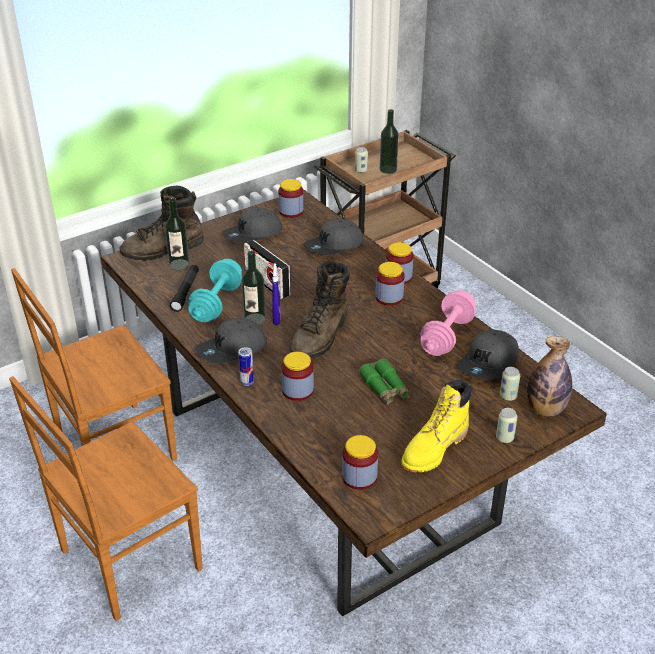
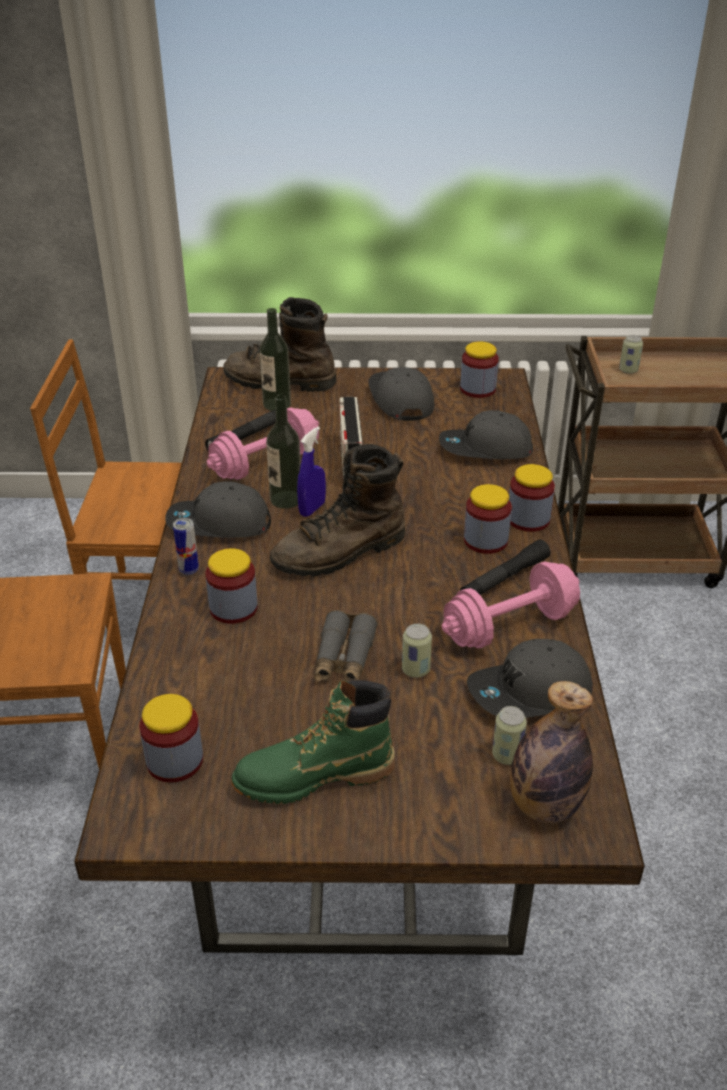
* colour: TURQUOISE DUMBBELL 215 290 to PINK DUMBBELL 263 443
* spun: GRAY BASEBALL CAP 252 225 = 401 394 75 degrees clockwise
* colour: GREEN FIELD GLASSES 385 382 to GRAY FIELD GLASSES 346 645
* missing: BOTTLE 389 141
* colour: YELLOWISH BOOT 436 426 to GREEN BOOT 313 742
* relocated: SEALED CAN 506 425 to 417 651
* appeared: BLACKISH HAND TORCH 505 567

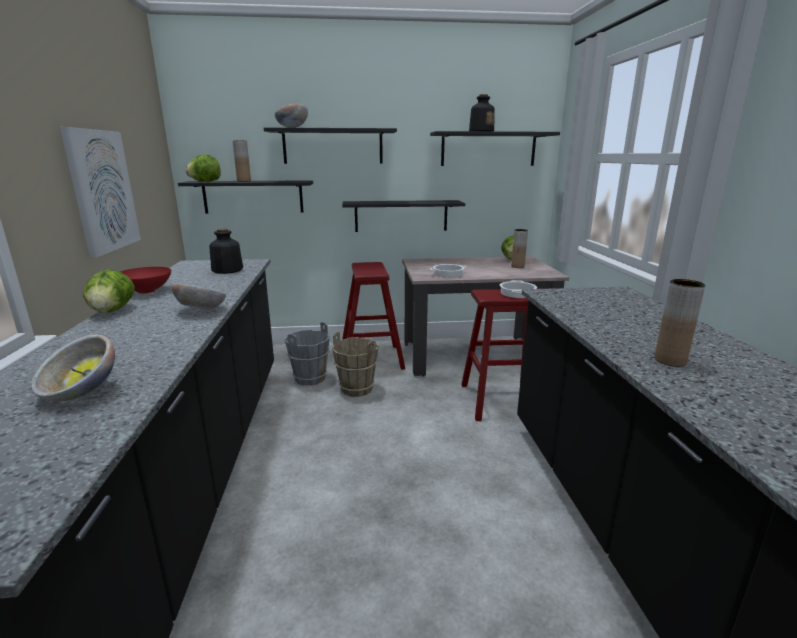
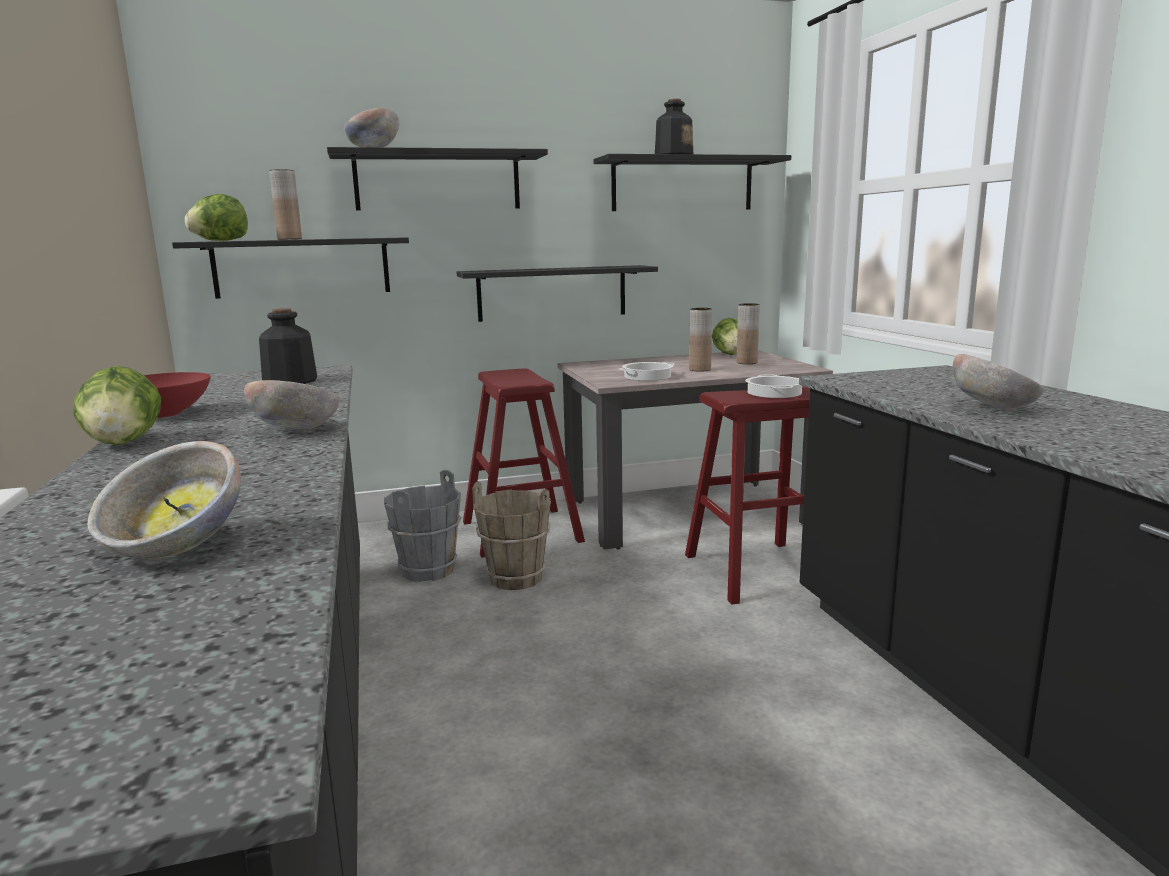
* missing: PICTURE 100 192
* relocated: BROWN-COLOURED FLOWER VASE 679 323 to 700 340
* appeared: DEEP DISH 998 382

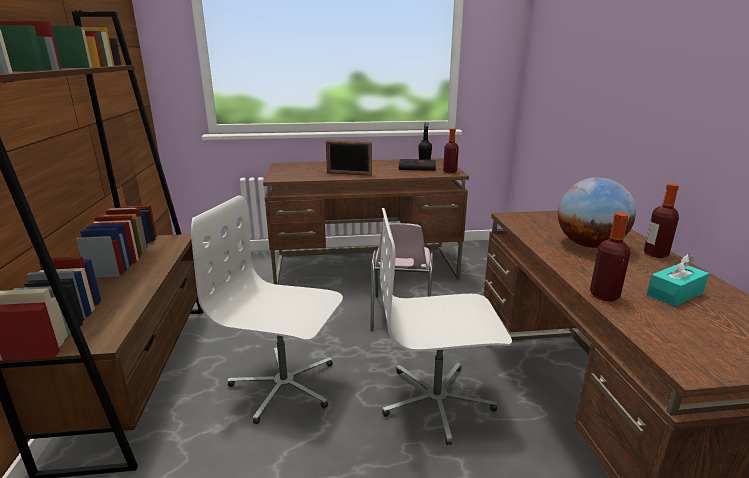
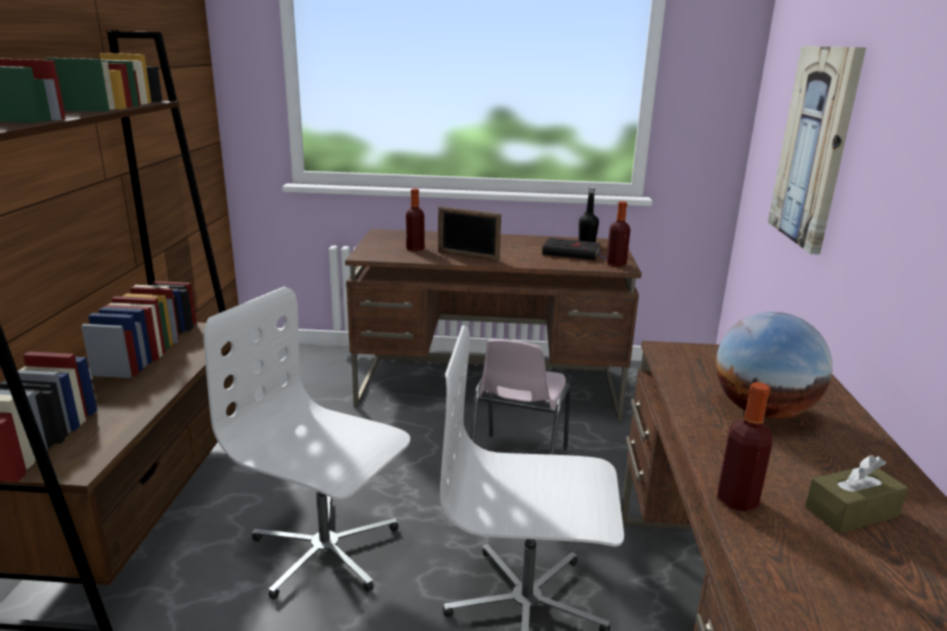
* relocated: BOTTLE 661 220 to 415 219
* colour: TURQUOISE TISSUE BOX 678 280 to BROWN-COLOURED TISSUE BOX 856 494
* appeared: PICTURE 817 150

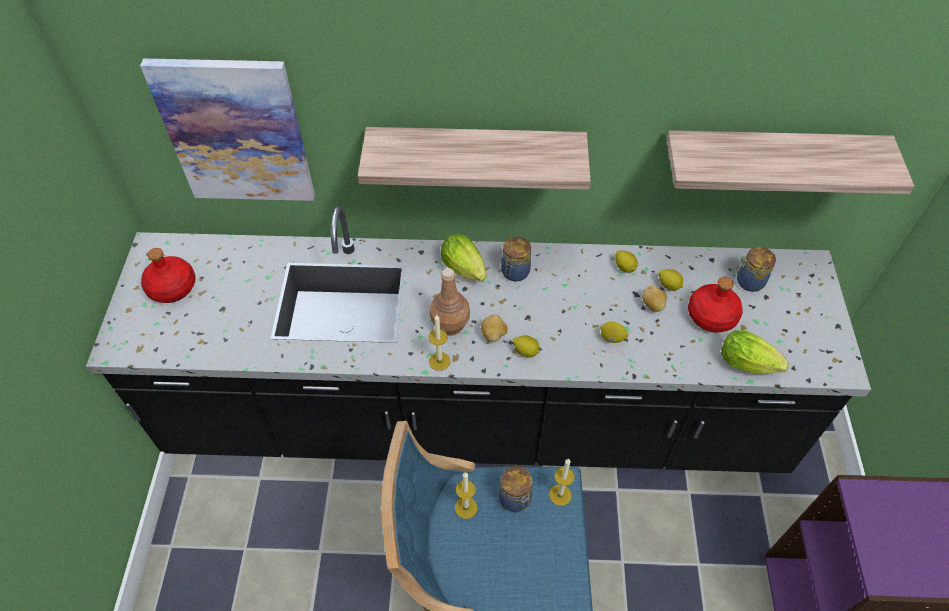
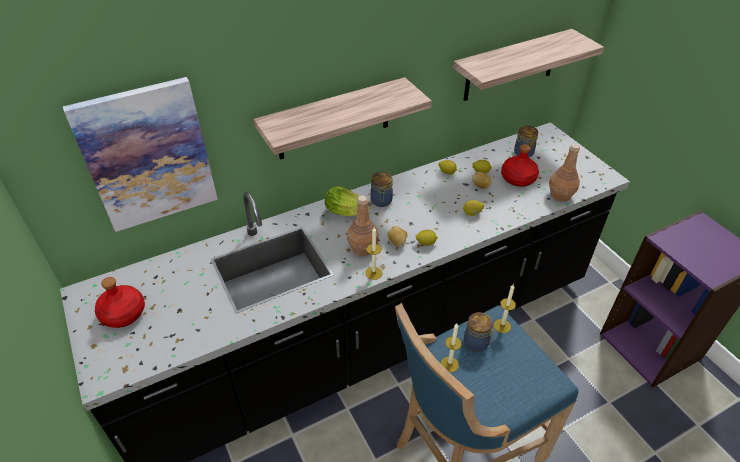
* exchanged: HEAD OF LETTUCE 755 352 to BROWN-COLOURED BOTTLE 564 173

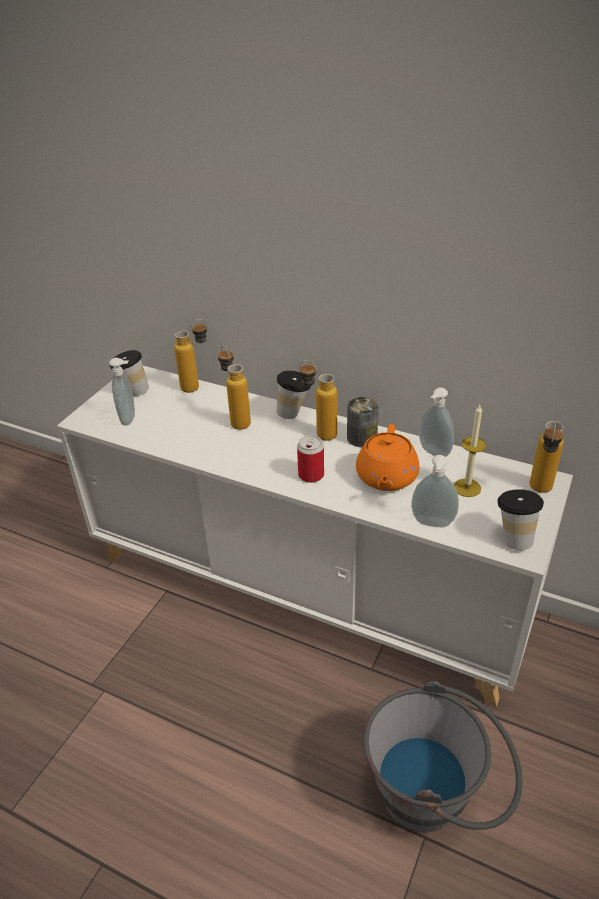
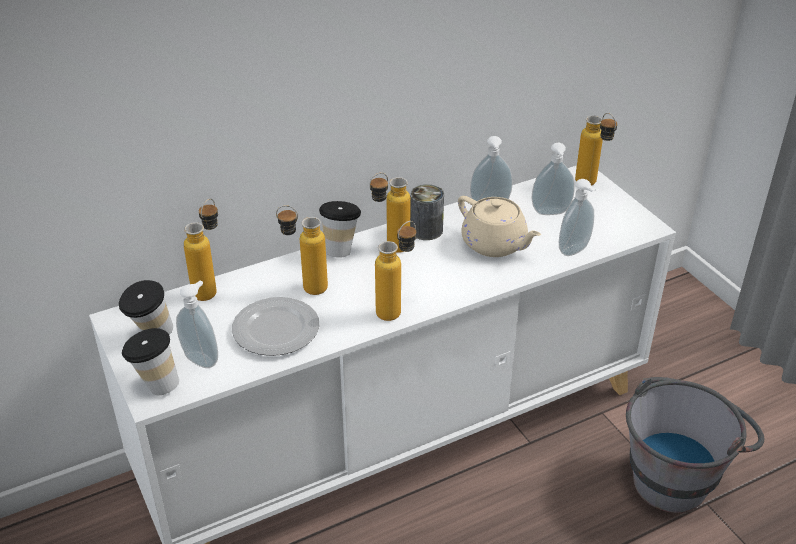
* missing: SEALED CAN 310 459
* colour: ORANGEY POT FOR TEA 387 457 to BEIGE-COLOURED POT FOR TEA 499 226
* exchanged: WAX CANDLE 470 451 to SOAP BOTTLE 553 179
* relocated: SMALL CUP 520 519 to 150 361
* appeared: PLATE 275 326
* appeared: BOTTLE 395 271

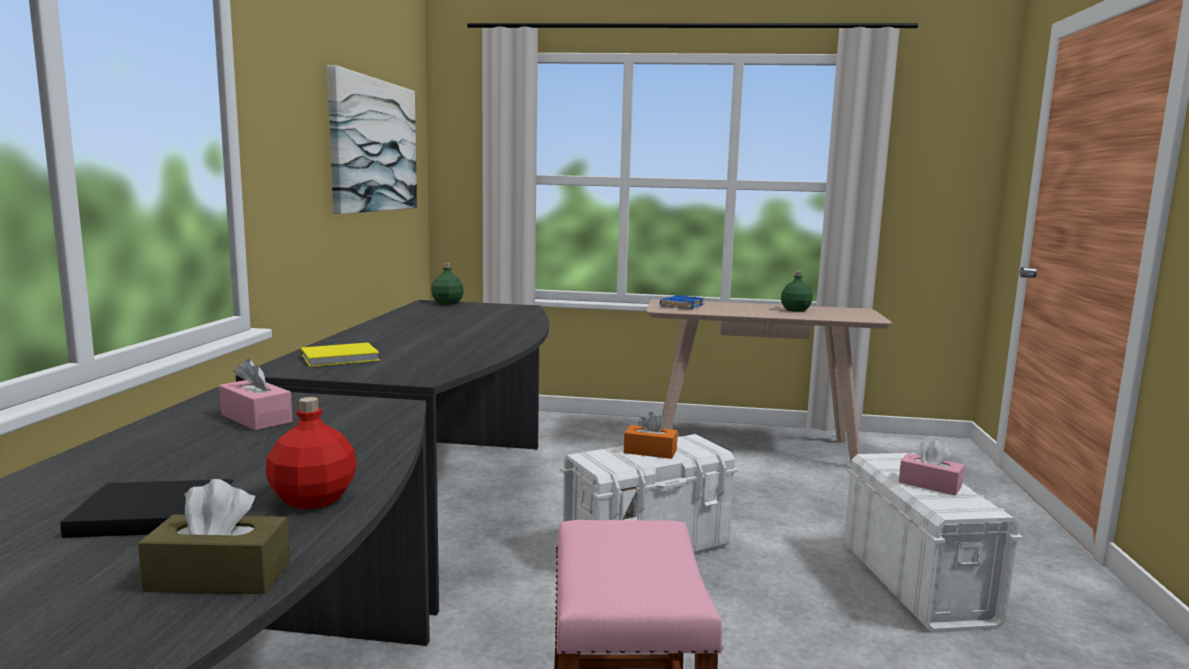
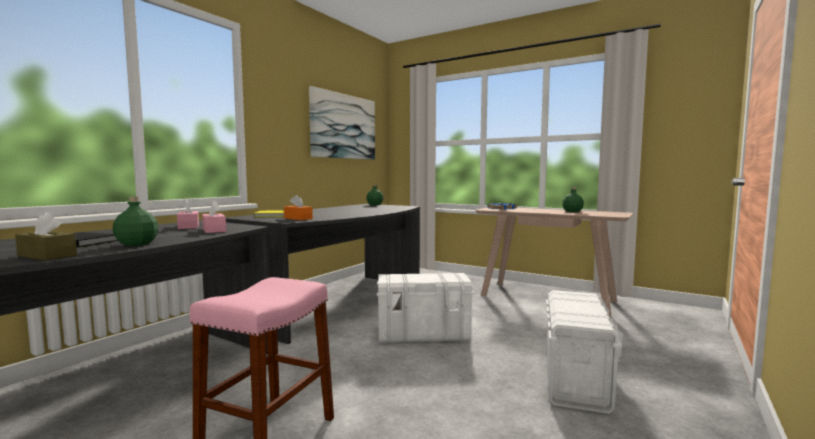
* colour: RED-COLOURED BOTTLE 311 453 to GREEN BOTTLE 136 221
* relocated: ORANGEY TISSUE BOX 651 435 to 298 207
* relocated: PINK TISSUE BOX 931 467 to 214 216

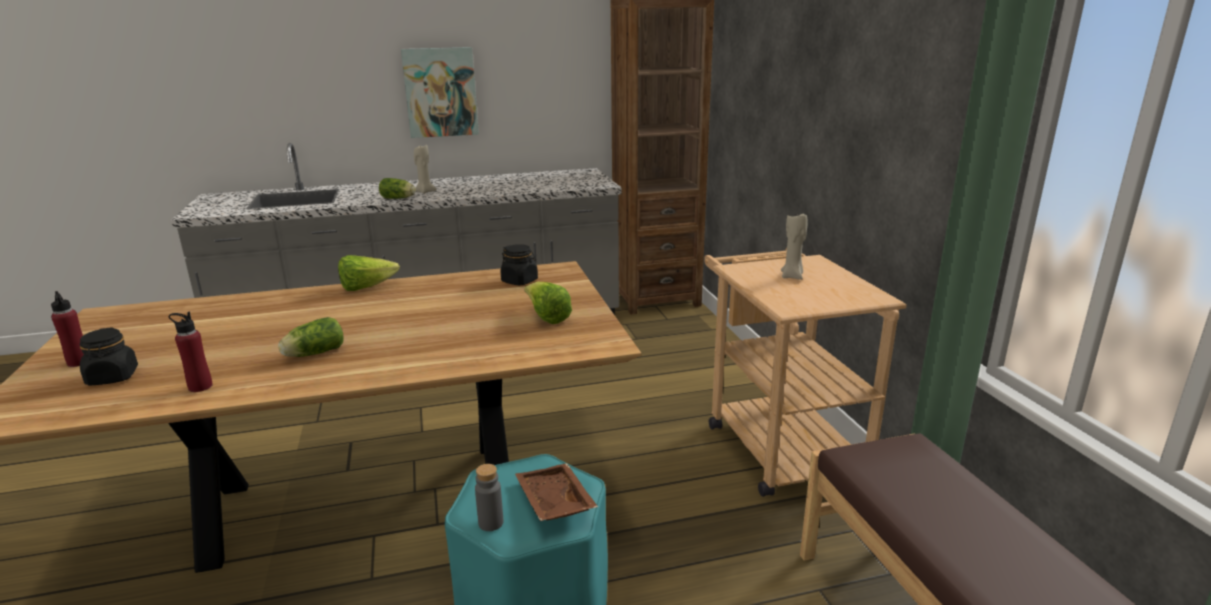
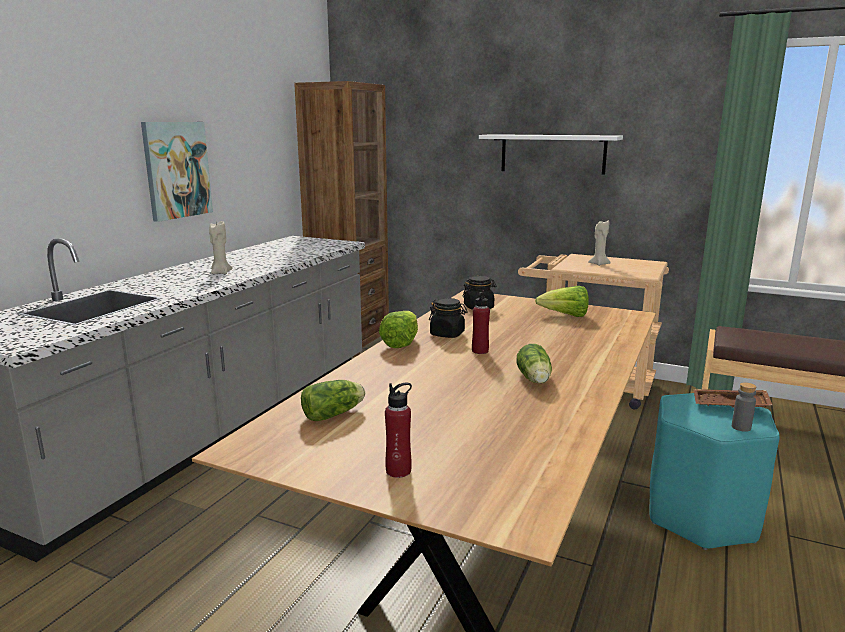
* relocated: BLACKISH PRESERVE JAR 109 356 to 448 318
* relocated: RED-COLOURED BOTTLE 191 352 to 481 322
* relocated: HEAD OF LETTUCE 397 188 to 333 400
* appeared: WHITISH BRACKET SHELF 551 154

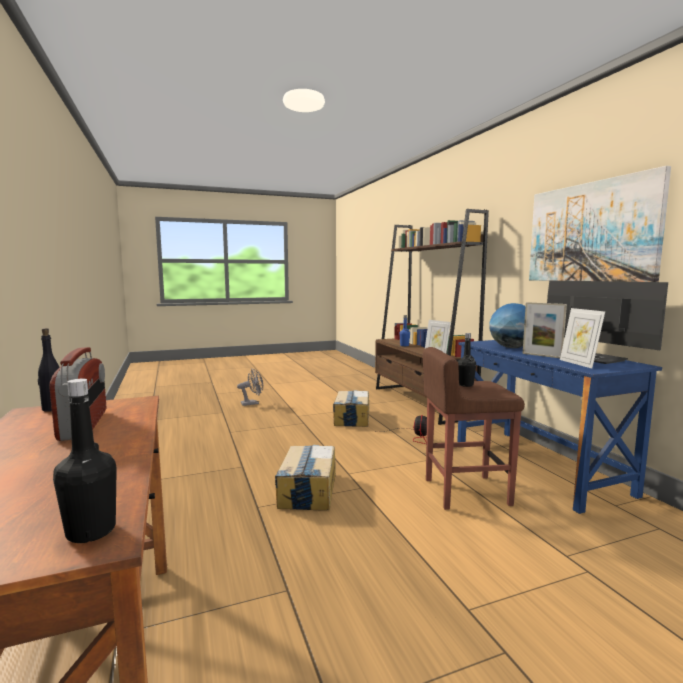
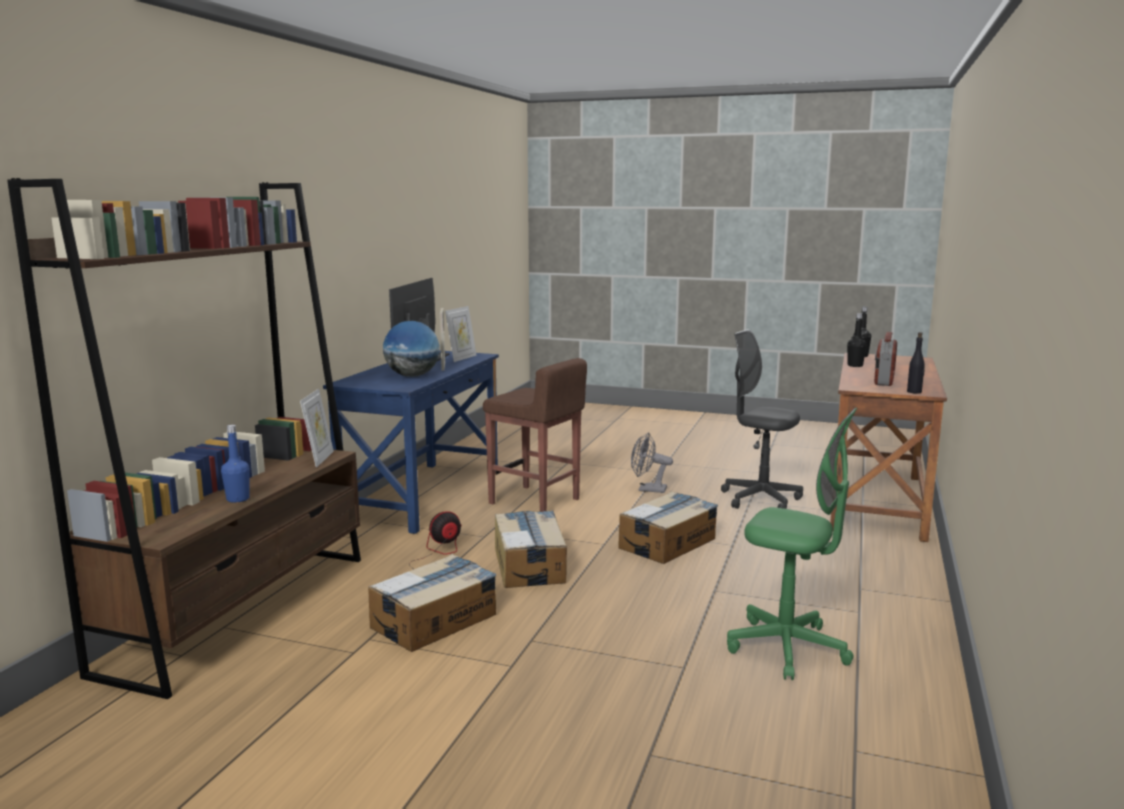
* relocated: GRAY COOLING FAN 250 387 to 652 463
* relocated: BLACKISH BOTTLE 467 360 to 857 340
* missing: PICTURE 600 224
* appeared: PACKING BOX 531 549
* appeared: GRAY COMPUTER CHAIR 762 419
* appeared: GREEN COMPUTER CHAIR 792 544

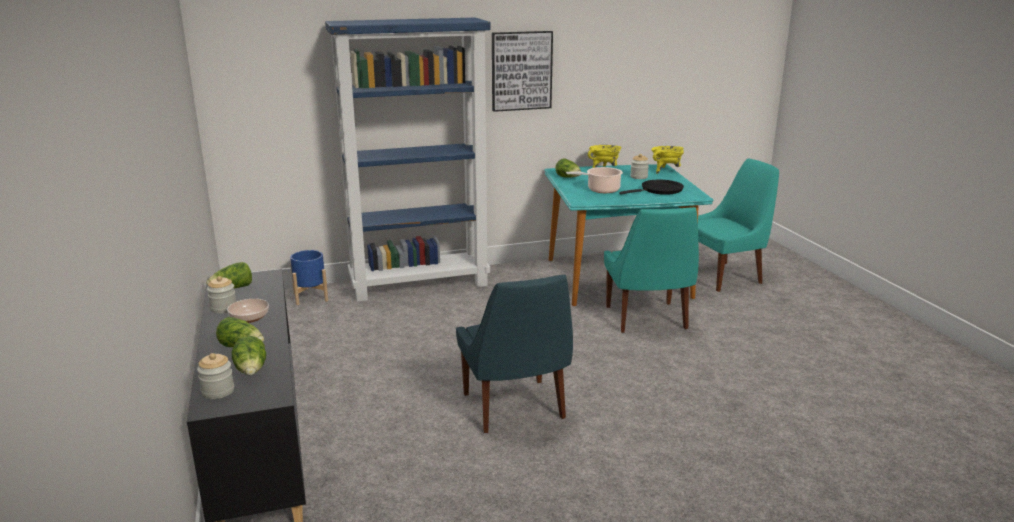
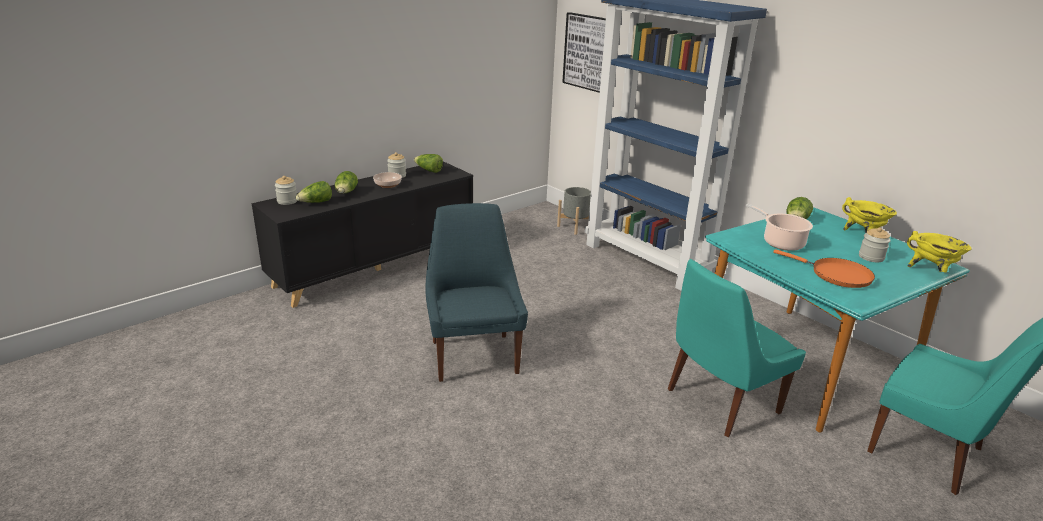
* colour: BLUISH PLANT POT 309 277 to GRAY PLANT POT 574 211
* spun: BLUISH UPRIGHT CHAIR 514 354 = 477 292 120 degrees clockwise
* relocated: PICTURE 522 71 to 584 52
* colour: BLACKISH PAN 651 187 to ORANGEY PAN 824 268

